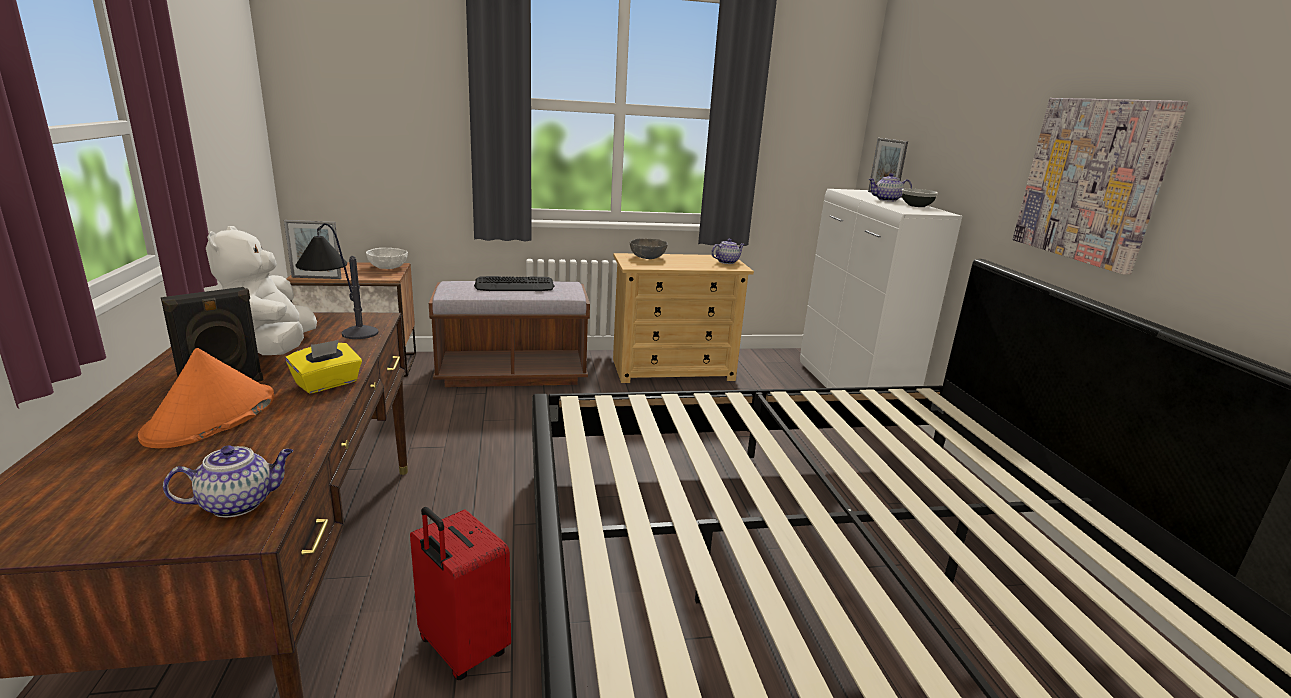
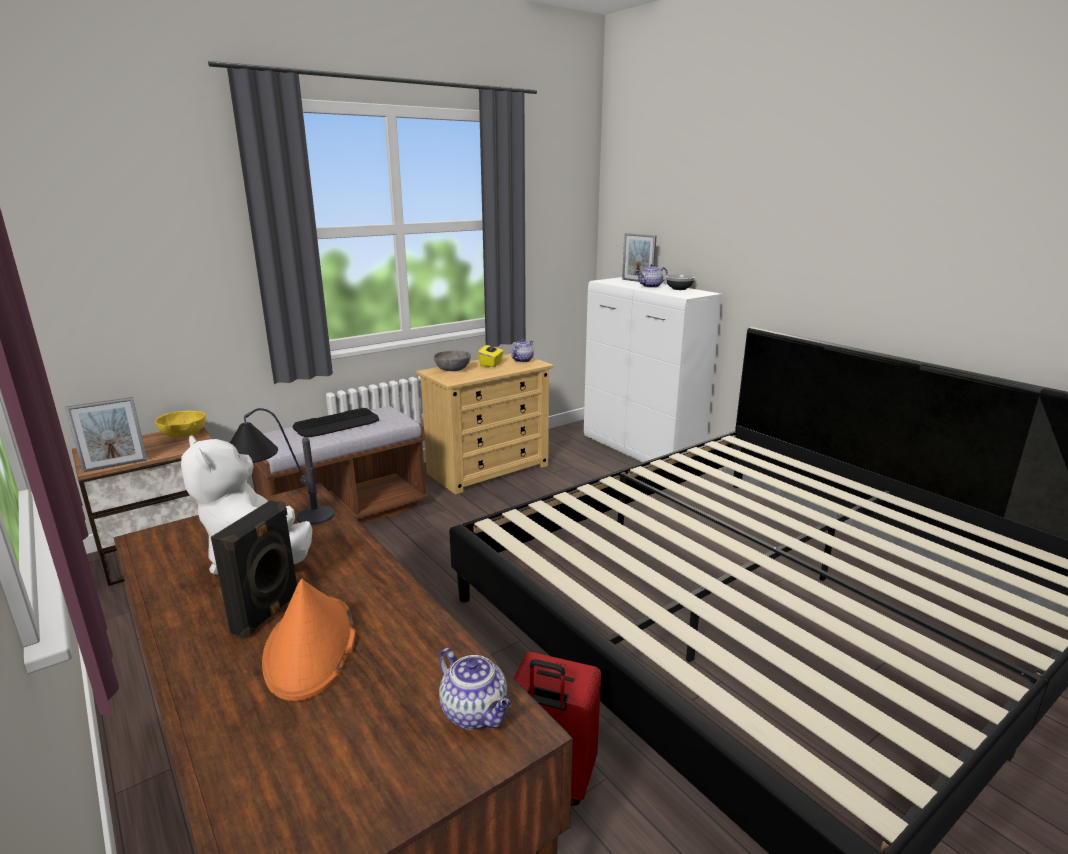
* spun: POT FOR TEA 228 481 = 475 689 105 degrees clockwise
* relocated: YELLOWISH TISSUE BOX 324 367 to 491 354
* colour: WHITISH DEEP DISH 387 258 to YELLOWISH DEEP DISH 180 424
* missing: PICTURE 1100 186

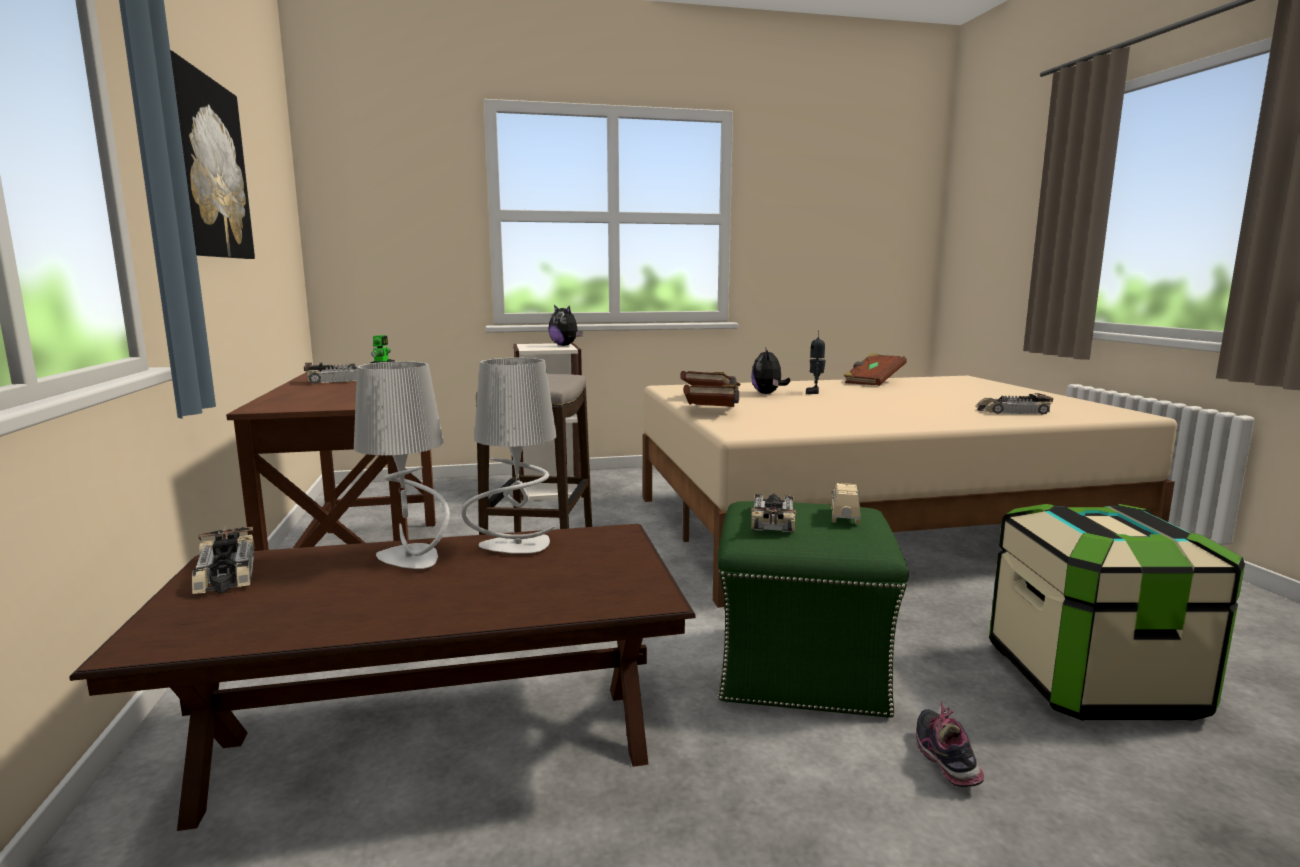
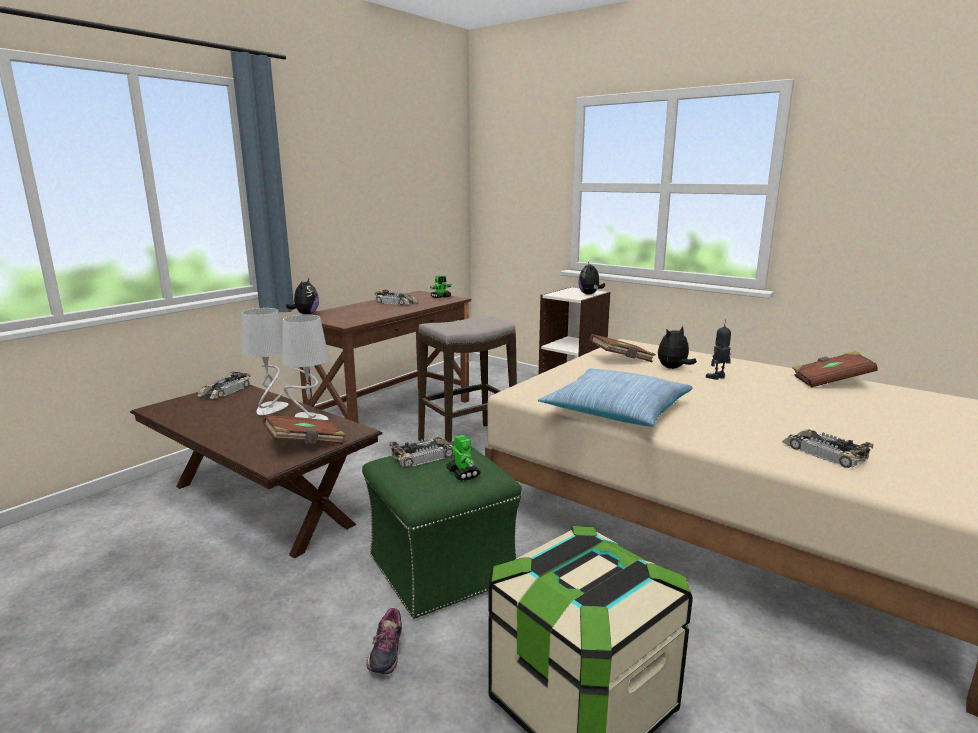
* missing: PICTURE 212 154
* relocated: BROWN-COLOURED BOUND BOOK 711 395 to 304 430
* exchanged: BEIGE-COLOURED MODEL CAR 845 503 to TOY ROBOT 463 458
* spun: LOW SHOE 950 744 = 384 641 135 degrees clockwise
* appeared: CUDDLY TOY 302 297
* appeared: THROW PILLOW 615 397

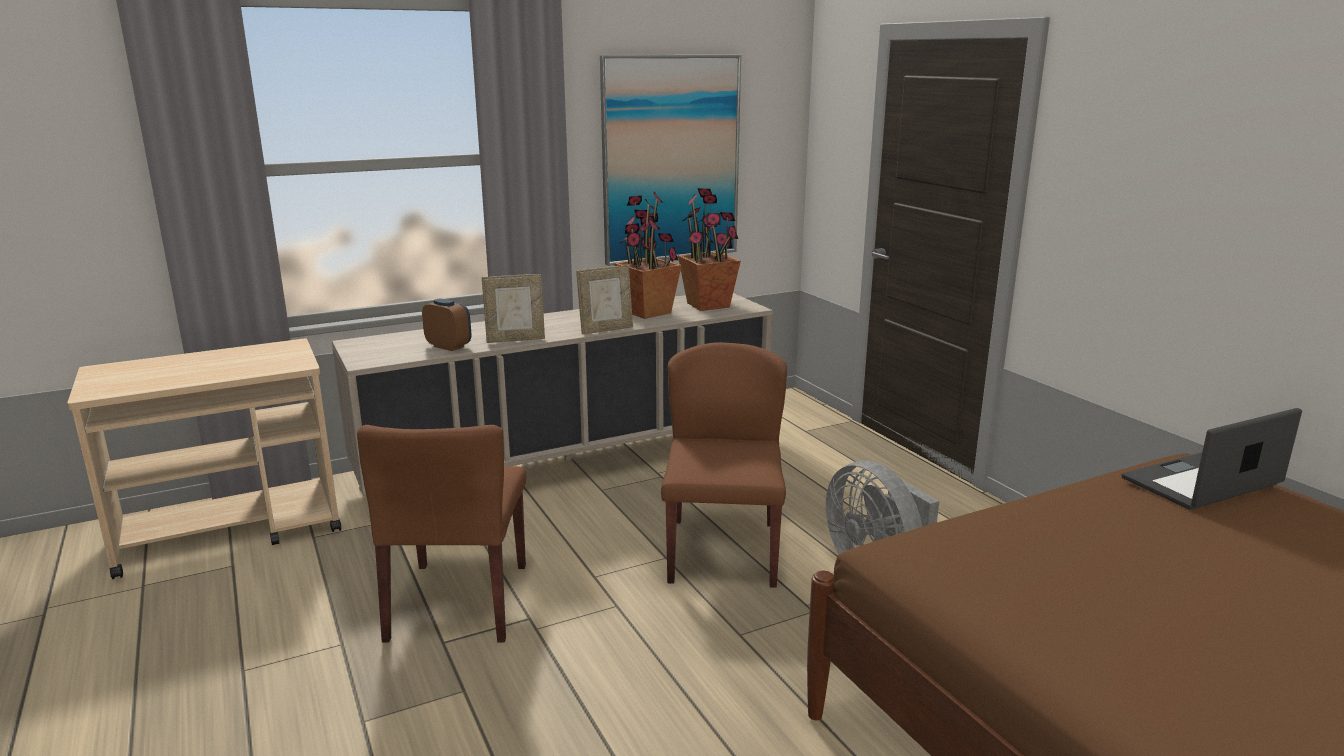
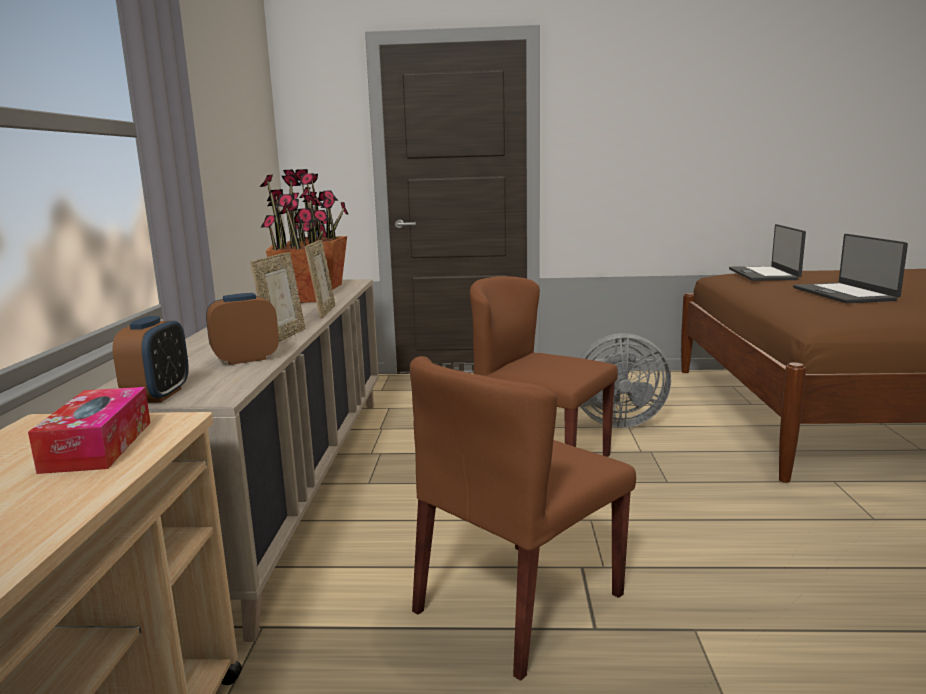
* spun: BROWN-COLOURED UPRIGHT CHAIR 441 534 = 523 518 105 degrees clockwise
* missing: PICTURE 670 160
* appeared: TISSUE BOX 89 430
* appeared: ALARM CLOCK 151 359
* appeared: LAPTOP 850 269

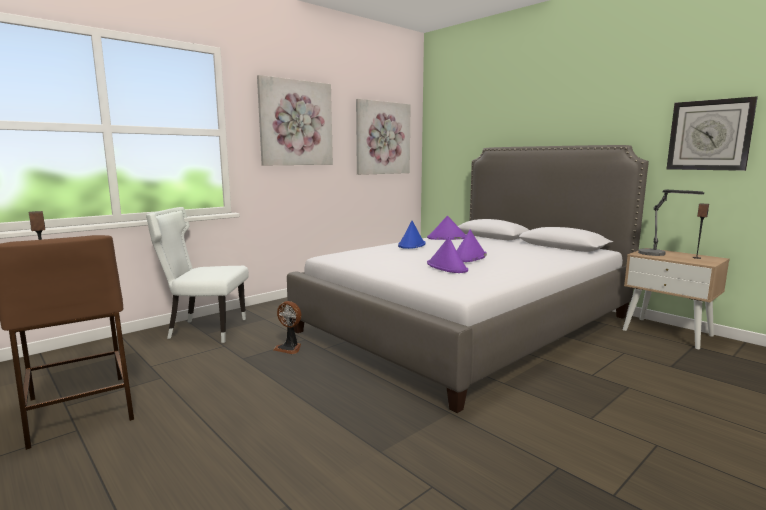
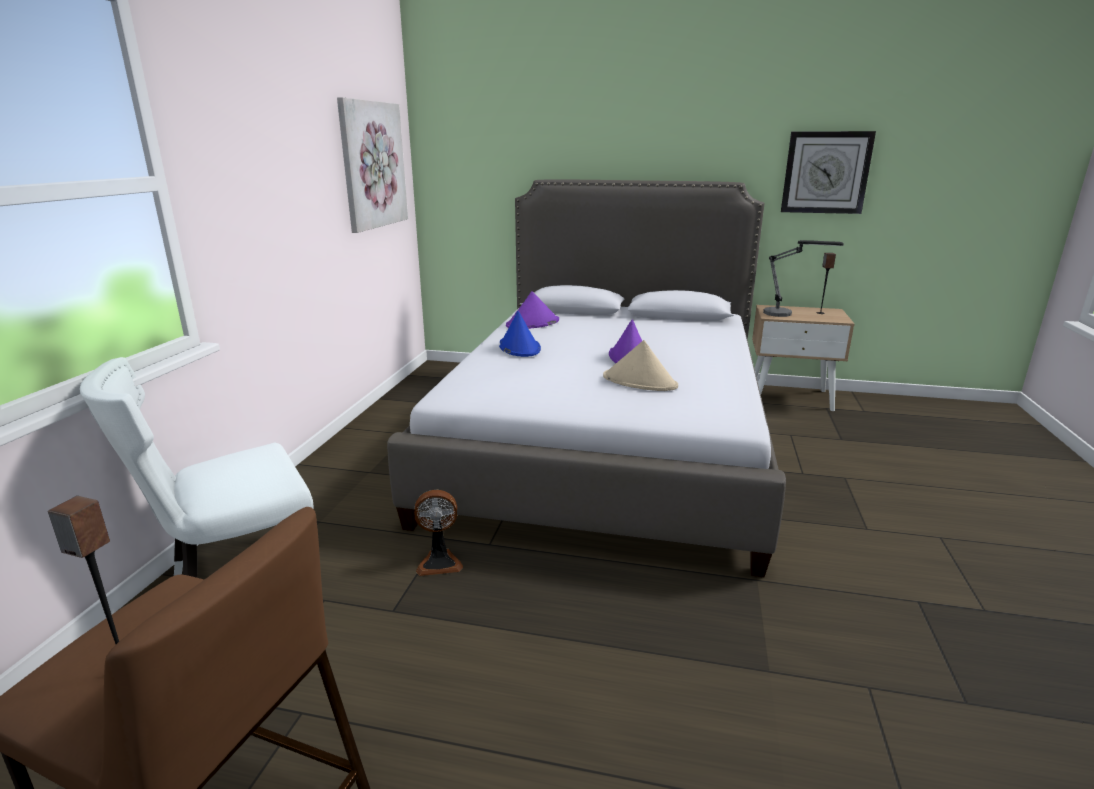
* missing: PICTURE 295 120
* colour: PURPLE-COLOURED HAT 447 255 to BEIGE-COLOURED HAT 640 365

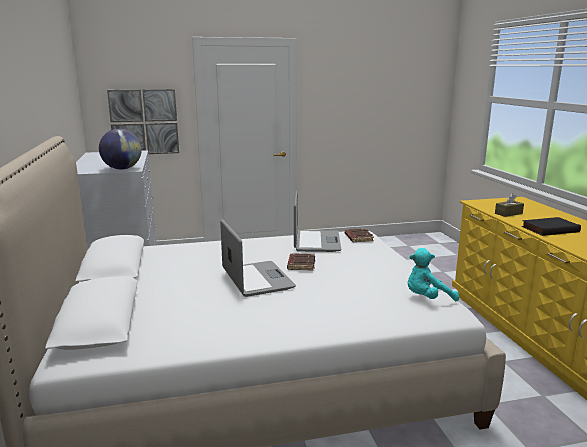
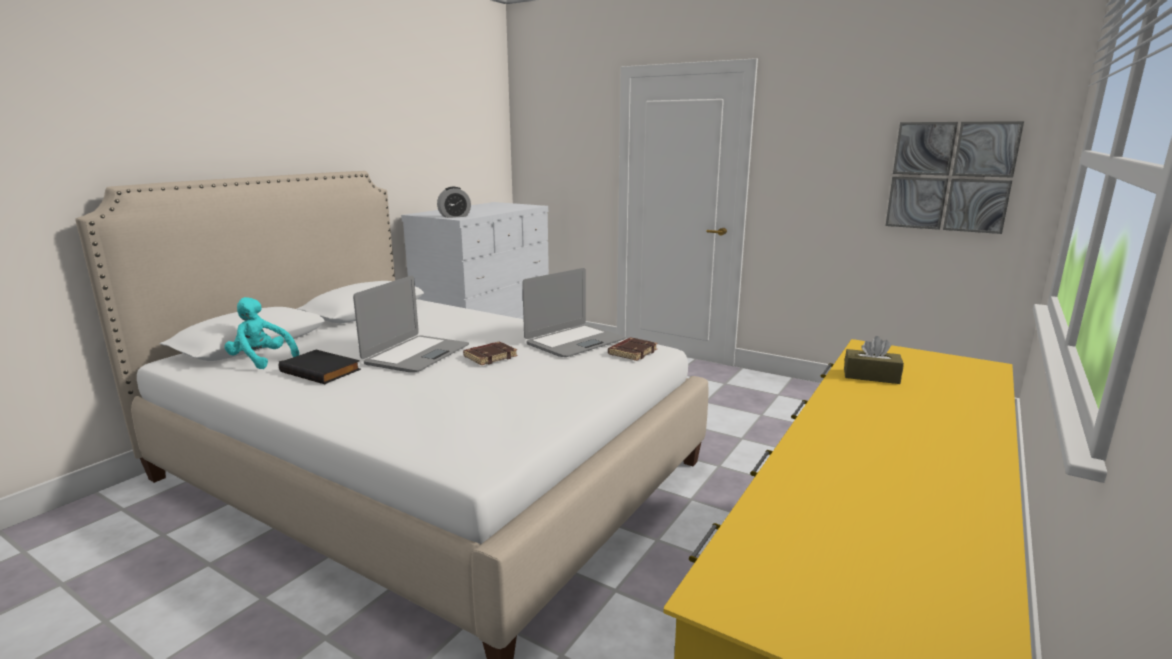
* exchanged: GLOBE 120 149 to ALARM CLOCK 454 202
* relocated: PICTURE 143 121 to 954 177
* relocated: TURQUOISE CUDDLY TOY 433 274 to 262 333
* relocated: BLACKISH BOUND BOOK 551 226 to 320 366

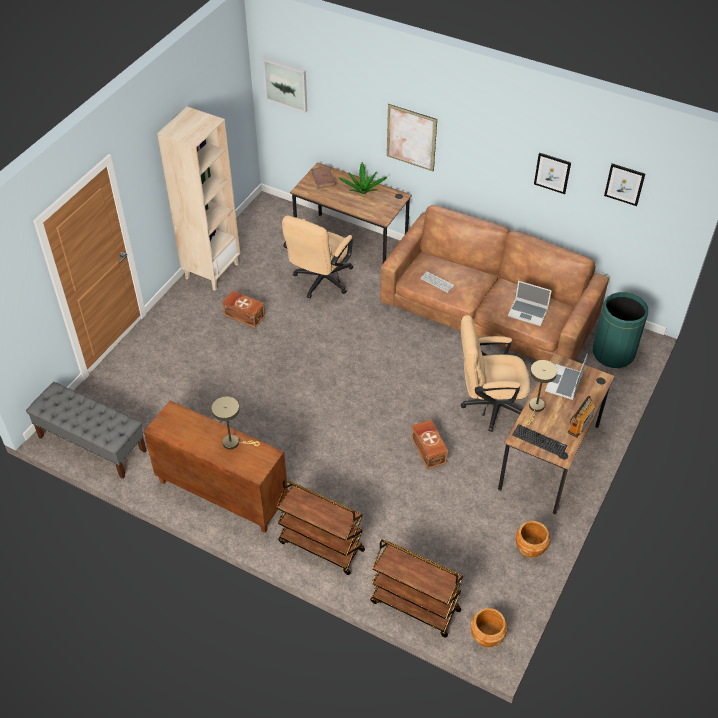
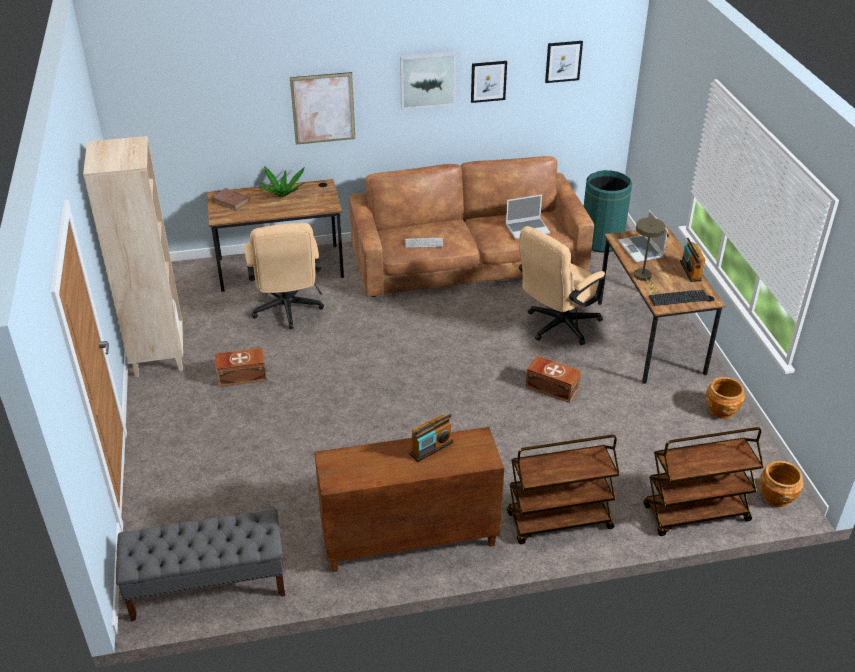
* exchanged: BEIGE-COLOURED TABLETOP LAMP 236 422 to RADIO SET 431 438
* relocated: PICTURE 285 85 to 428 80

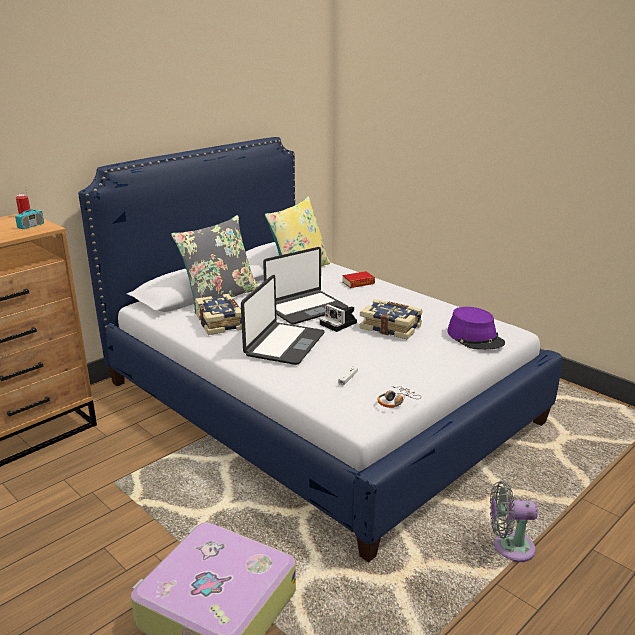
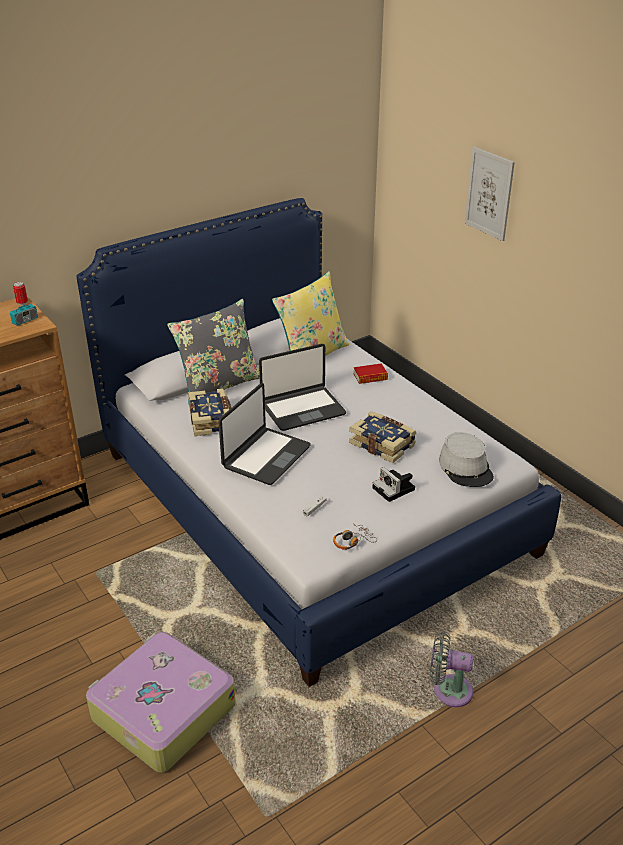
* relocated: PHOTO CAMERA 338 318 to 393 484
* colour: PURPLE-COLOURED HAT 476 328 to GRAY HAT 466 459
* appeared: PICTURE 490 194

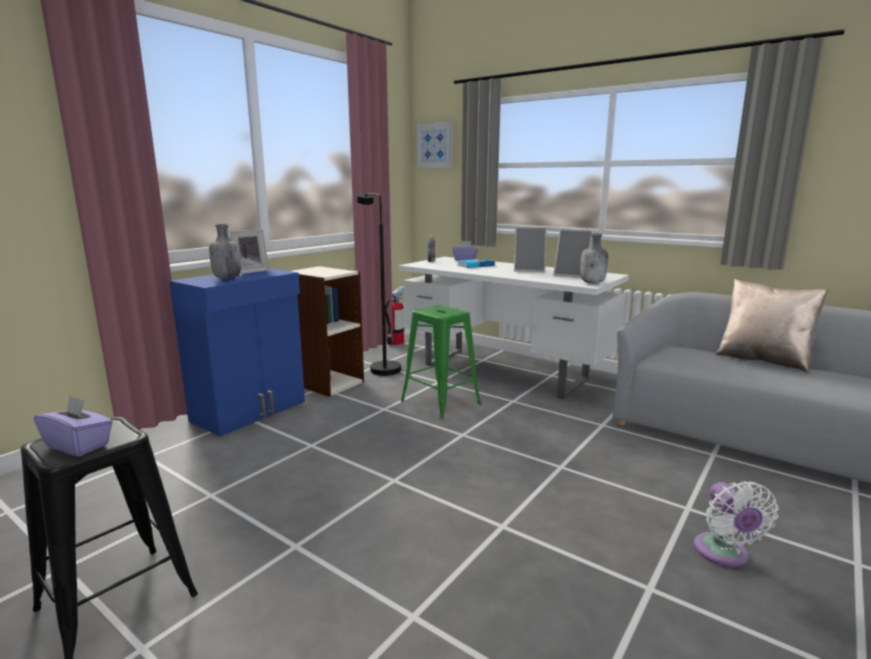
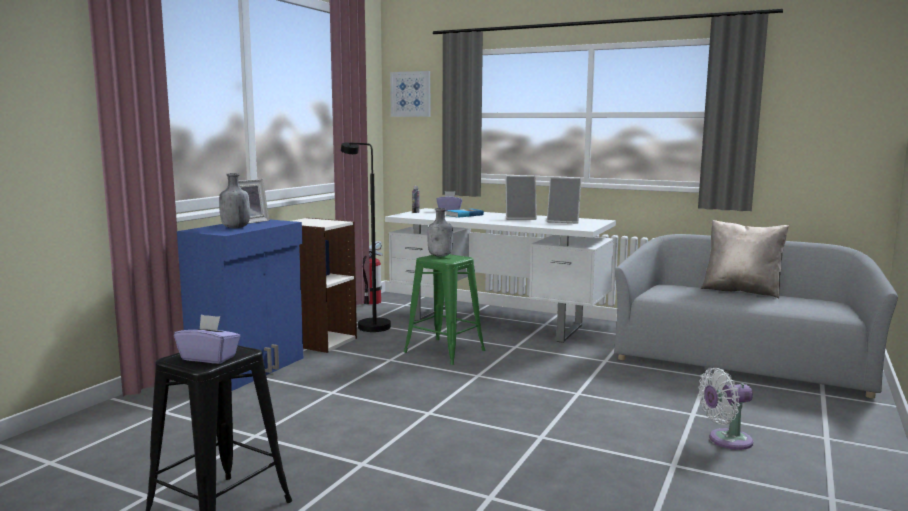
* relocated: GRAY BOTTLE 594 259 to 440 232
* spun: WHITISH COOLING FAN 736 524 = 725 409 90 degrees clockwise

